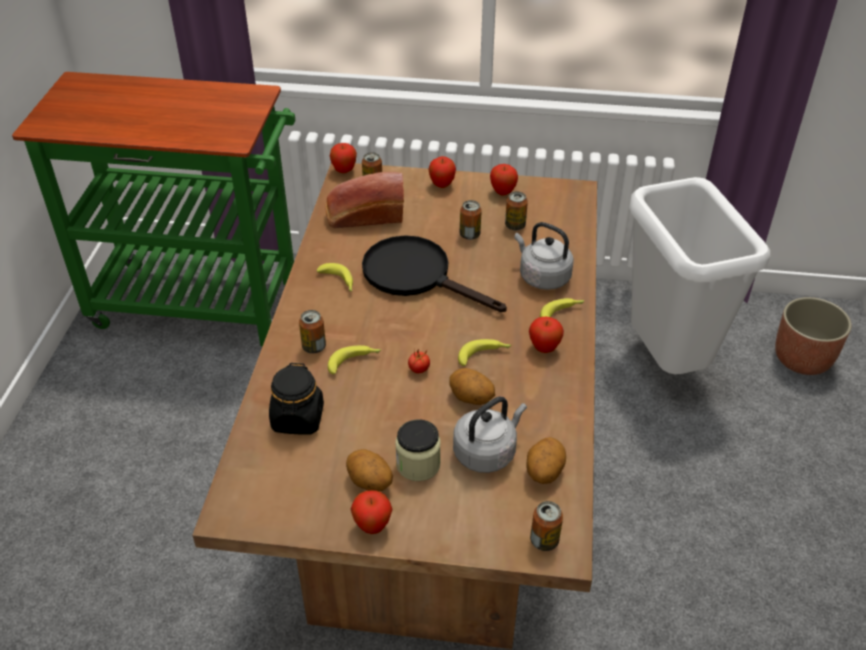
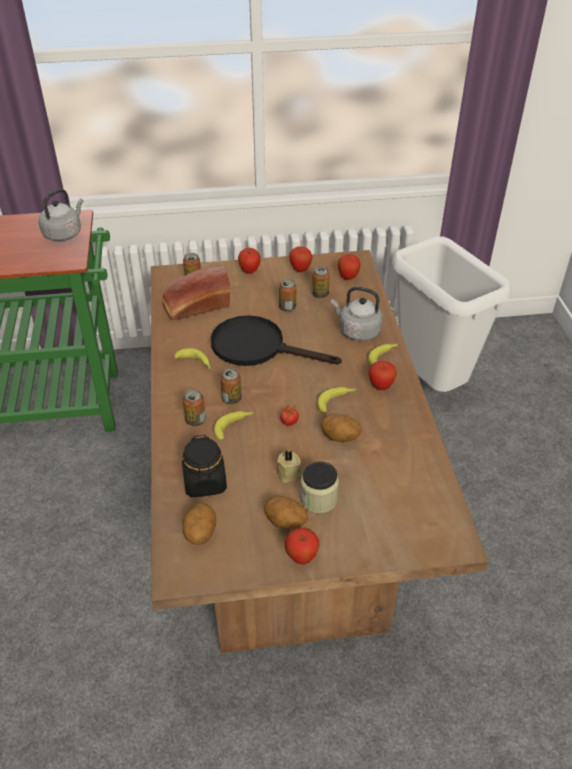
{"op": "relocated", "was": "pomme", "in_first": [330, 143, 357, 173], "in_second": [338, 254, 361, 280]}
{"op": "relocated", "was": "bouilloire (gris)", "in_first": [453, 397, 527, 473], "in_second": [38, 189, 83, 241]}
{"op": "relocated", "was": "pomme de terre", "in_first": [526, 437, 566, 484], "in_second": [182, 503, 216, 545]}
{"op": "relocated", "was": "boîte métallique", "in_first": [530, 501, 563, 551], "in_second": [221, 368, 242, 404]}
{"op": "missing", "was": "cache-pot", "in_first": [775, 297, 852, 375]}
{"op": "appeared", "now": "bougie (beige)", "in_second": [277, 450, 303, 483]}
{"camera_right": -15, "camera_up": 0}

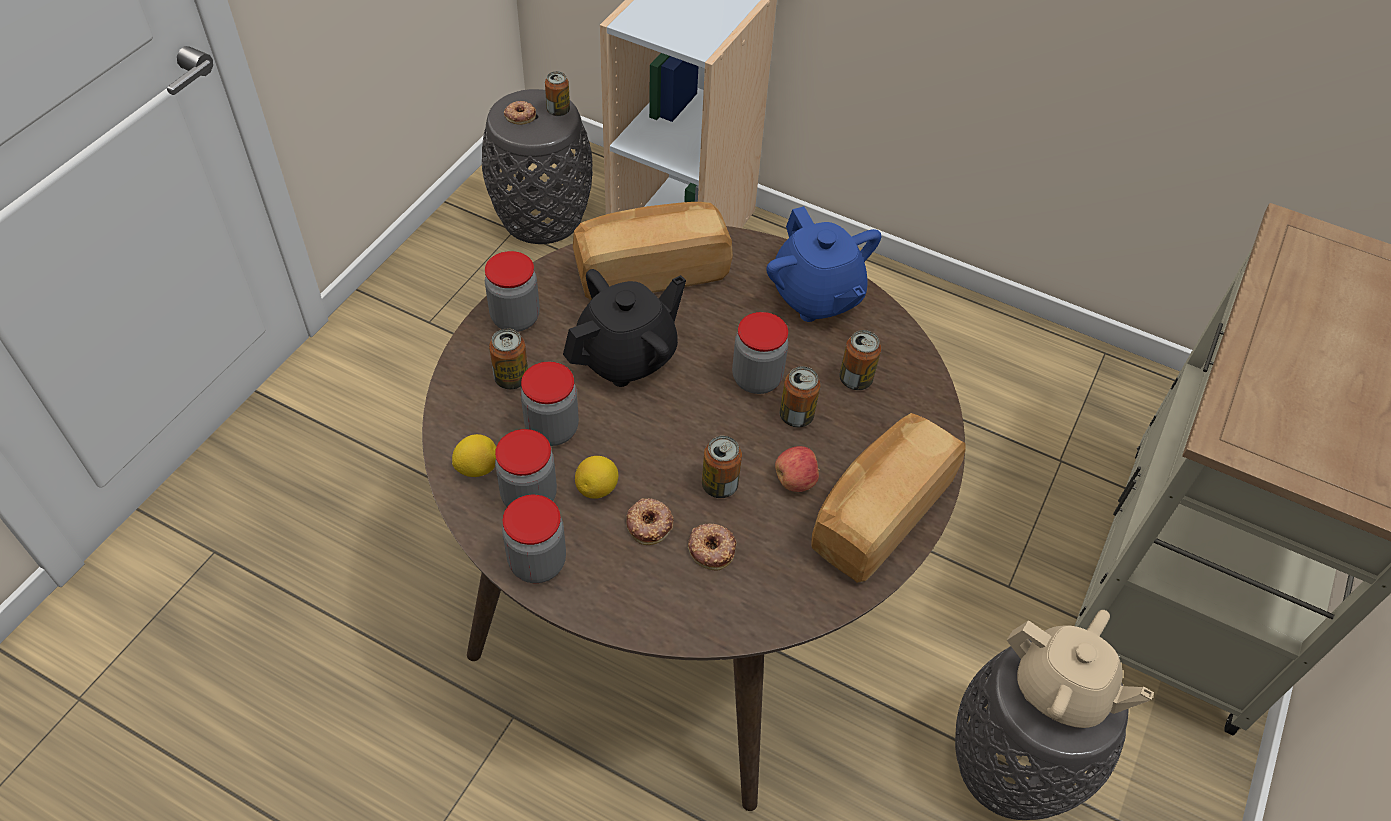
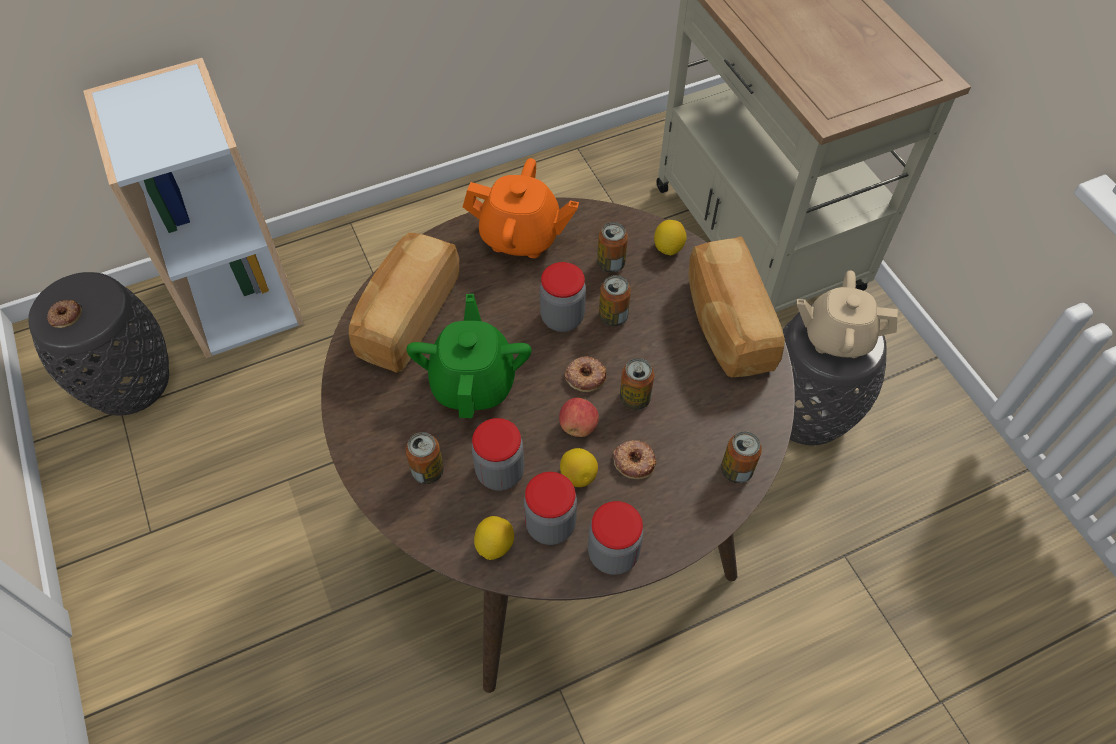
{"op": "missing", "was": "bocal", "in_first": [485, 251, 540, 332]}
{"op": "relocated", "was": "boîte métallique", "in_first": [545, 71, 570, 116], "in_second": [721, 431, 762, 483]}
{"op": "colour", "was": "théière (noir)", "now": "théière (vert)", "in_first": [563, 269, 686, 387], "in_second": [406, 294, 532, 418]}
{"op": "relocated", "was": "beignet", "in_first": [688, 523, 737, 570], "in_second": [565, 356, 606, 392]}
{"op": "colour", "was": "théière (bleu)", "now": "théière (orange)", "in_first": [766, 206, 882, 322], "in_second": [463, 158, 579, 258]}
{"op": "relocated", "was": "pomme", "in_first": [775, 446, 820, 492], "in_second": [559, 397, 599, 437]}
{"op": "spun", "was": "théière (beige)", "in_first": [1007, 610, 1154, 728], "in_second": [797, 270, 898, 358], "clockwise": -150}
{"op": "appeared", "now": "citron", "in_second": [654, 220, 687, 255]}
{"camera_right": -50, "camera_up": 5}

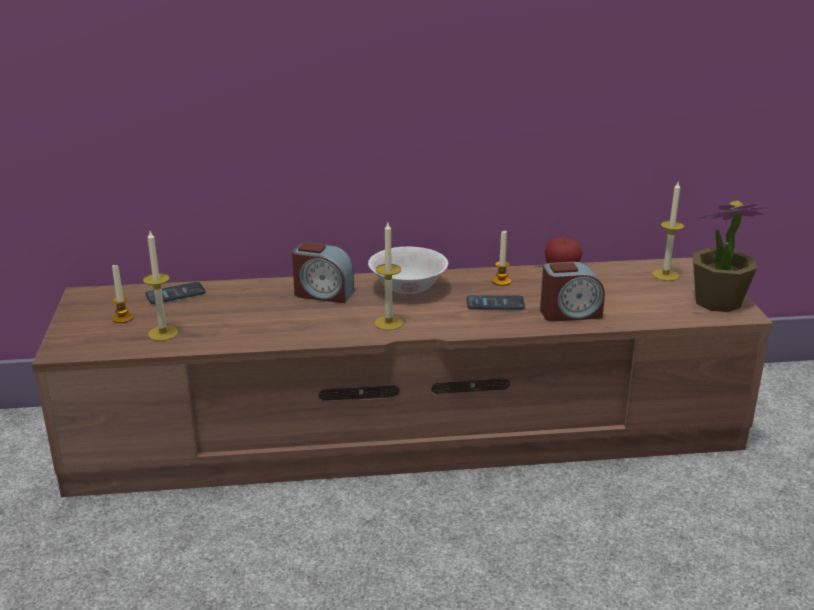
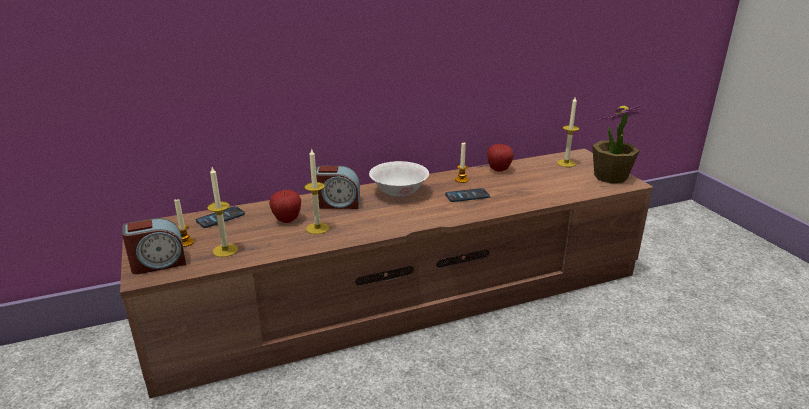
{"op": "relocated", "was": "bougie", "in_first": [374, 222, 403, 330], "in_second": [304, 149, 329, 234]}
{"op": "relocated", "was": "réveil", "in_first": [540, 262, 605, 321], "in_second": [122, 218, 186, 274]}
{"op": "appeared", "now": "pomme", "in_second": [269, 190, 301, 223]}
{"camera_right": -15, "camera_up": 0}

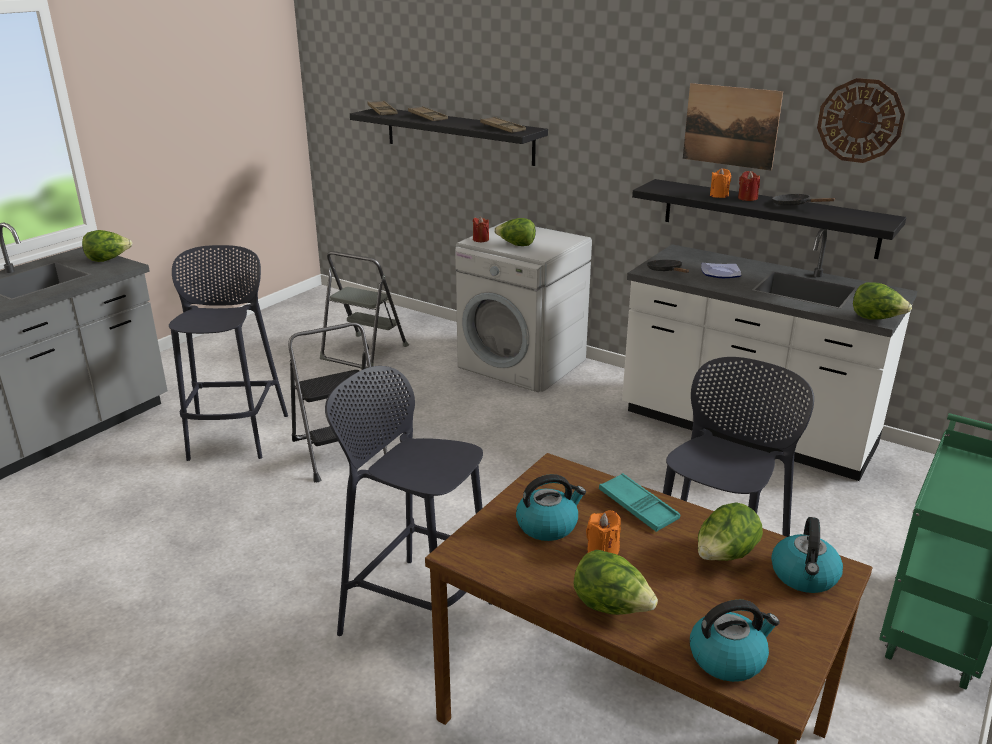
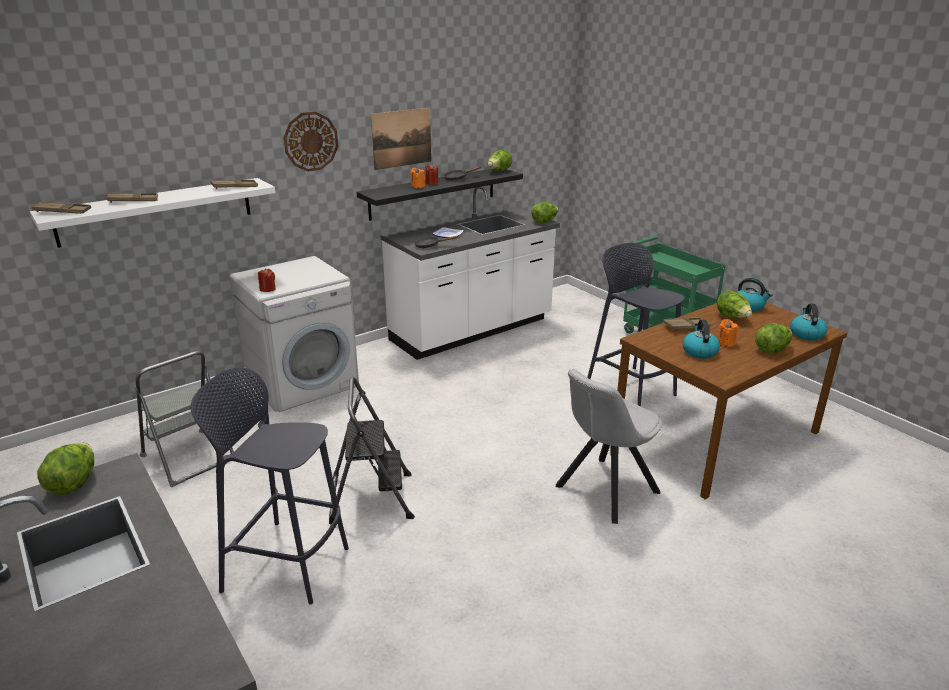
{"op": "exchanged", "was": "tabouret (gris)", "now": "chaise (gris)", "in_first": [325, 366, 492, 636], "in_second": [556, 369, 662, 524]}
{"op": "colour", "was": "étagère (noir)", "now": "étagère (blanc)", "in_first": [350, 109, 548, 166], "in_second": [30, 178, 275, 248]}
{"op": "relocated", "was": "laitue", "in_first": [494, 218, 536, 246], "in_second": [488, 150, 512, 171]}
{"op": "colour", "was": "plateau (turquoise)", "now": "plateau (marron)", "in_first": [599, 473, 680, 532], "in_second": [663, 317, 711, 331]}
{"op": "relocated", "was": "horloge murale", "in_first": [817, 78, 905, 163], "in_second": [284, 112, 338, 172]}
{"camera_right": -70, "camera_up": 0}

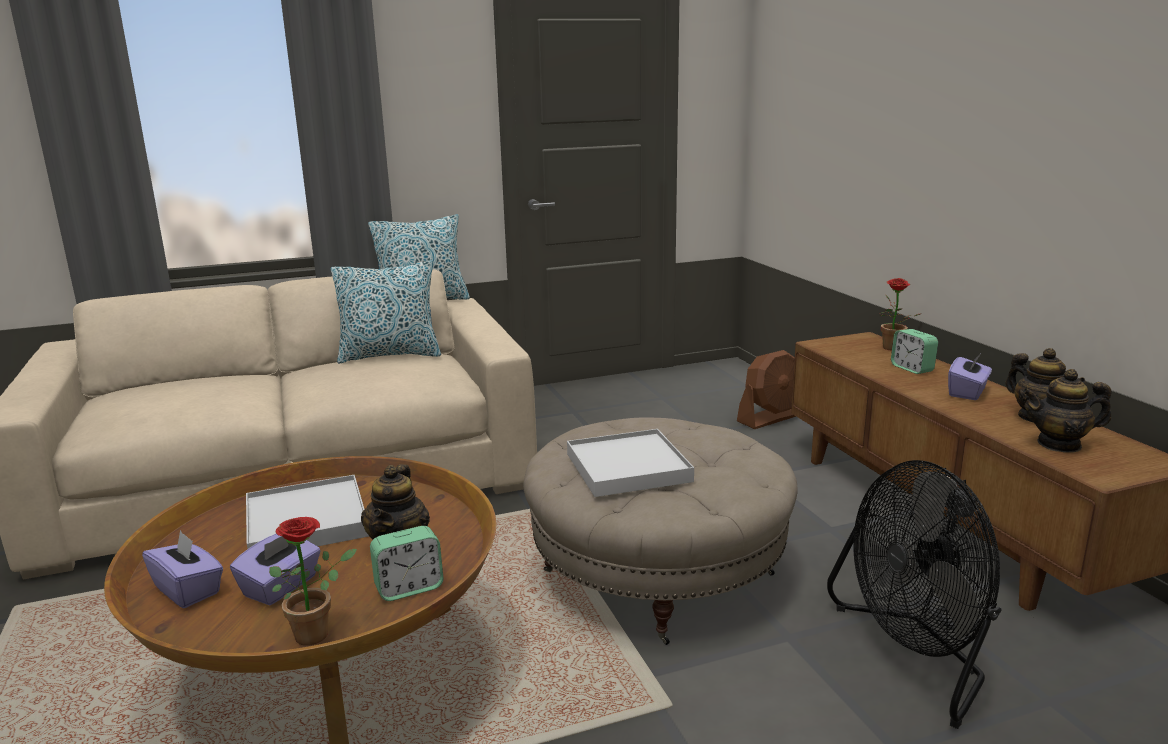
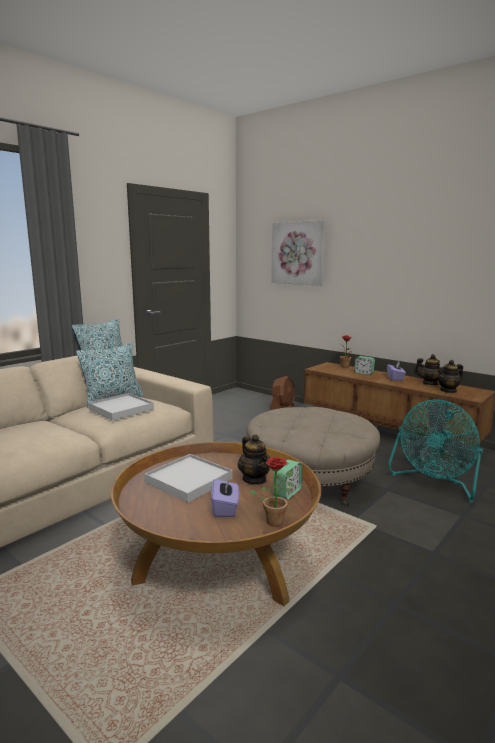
{"op": "missing", "was": "boîte à mouchoirs (violet)", "in_first": [142, 530, 223, 608]}
{"op": "relocated", "was": "plateau (blanc)", "in_first": [567, 429, 694, 497], "in_second": [88, 393, 154, 421]}
{"op": "colour", "was": "ventilateur (noir)", "now": "ventilateur (turquoise)", "in_first": [827, 460, 1001, 729], "in_second": [388, 399, 483, 503]}
{"op": "appeared", "now": "tableau", "in_second": [271, 220, 326, 286]}
{"camera_right": -30, "camera_up": -5}

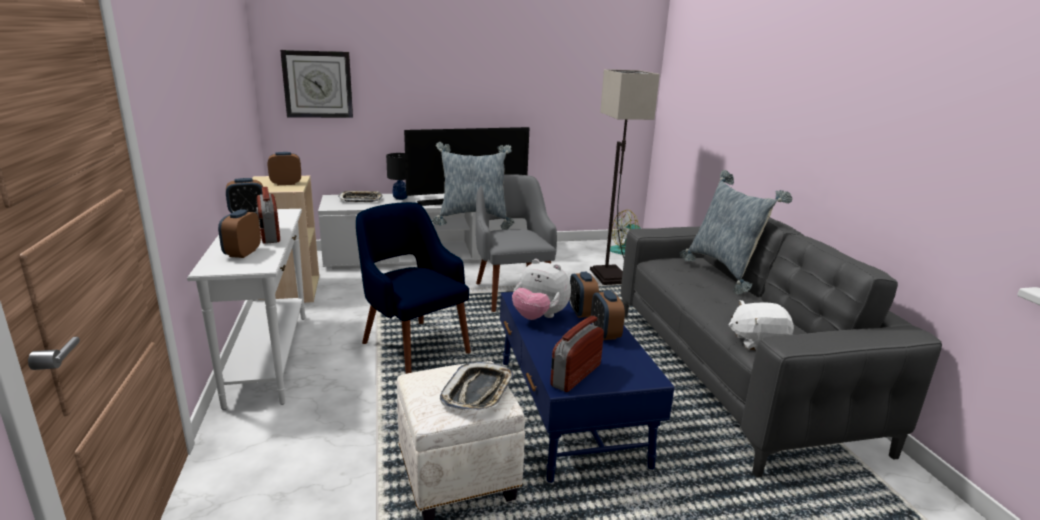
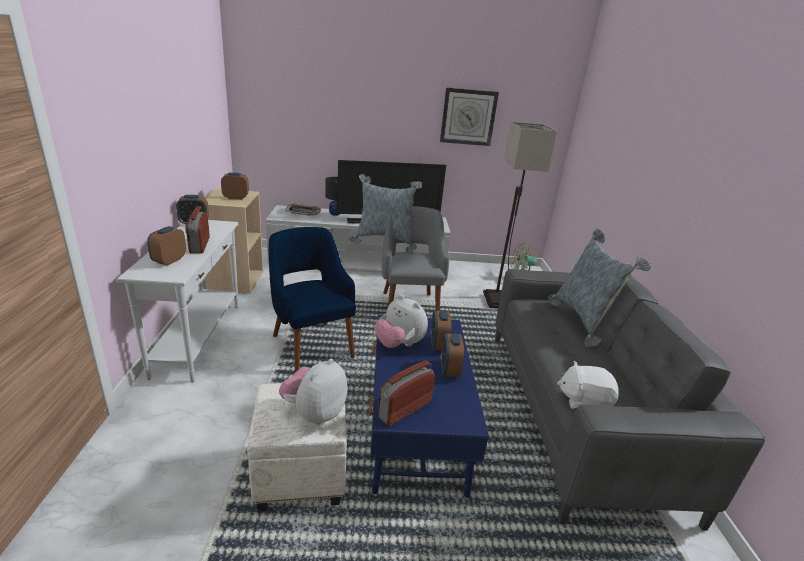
{"op": "relocated", "was": "horloge murale", "in_first": [280, 50, 353, 118], "in_second": [440, 87, 499, 146]}
{"op": "exchanged", "was": "plateau", "now": "peluche", "in_first": [440, 362, 514, 411], "in_second": [279, 359, 347, 425]}
{"camera_right": 10, "camera_up": 5}

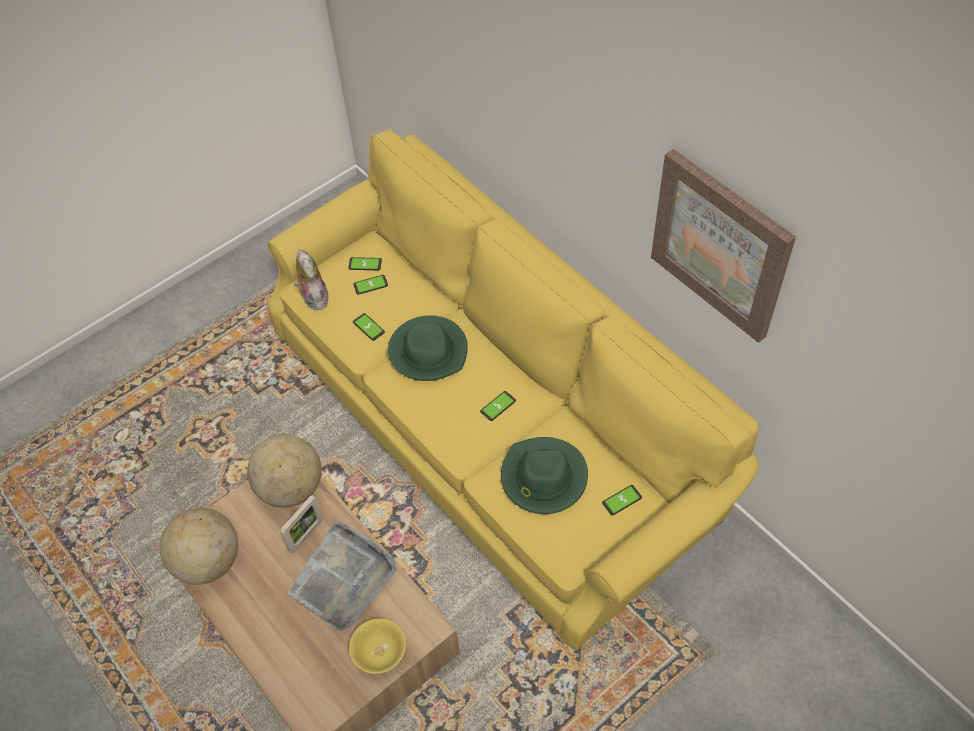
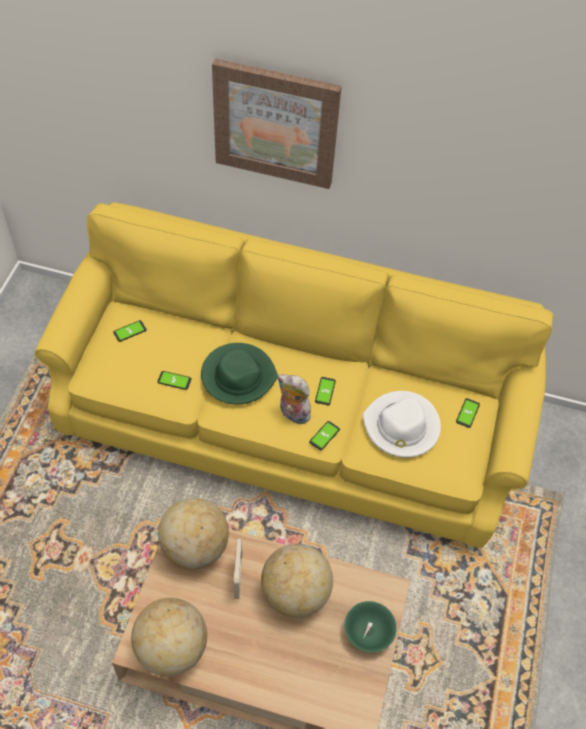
{"op": "exchanged", "was": "plateau (gris)", "now": "globe", "in_first": [287, 520, 396, 631], "in_second": [261, 544, 333, 618]}
{"op": "relocated", "was": "peluche", "in_first": [294, 249, 329, 310], "in_second": [278, 374, 311, 424]}
{"op": "colour", "was": "bol (jaune)", "now": "bol (vert)", "in_first": [349, 618, 406, 674], "in_second": [345, 601, 397, 653]}
{"op": "relocated", "was": "téléphone", "in_first": [353, 275, 388, 295], "in_second": [309, 421, 340, 450]}
{"op": "colour", "was": "chapeau (vert)", "now": "chapeau (blanc)", "in_first": [501, 437, 588, 514], "in_second": [363, 391, 441, 458]}
{"op": "relocated", "was": "tableau", "in_first": [651, 149, 796, 343], "in_second": [212, 59, 342, 189]}
{"camera_right": -40, "camera_up": 0}

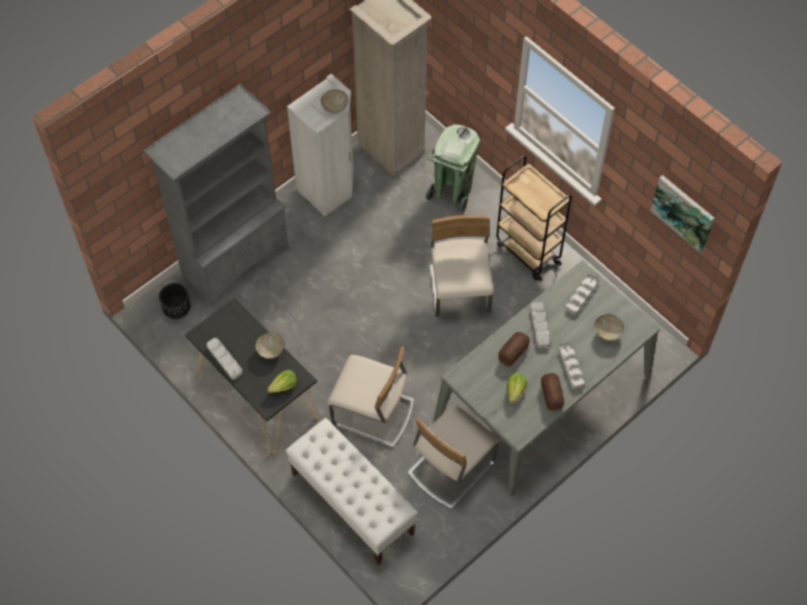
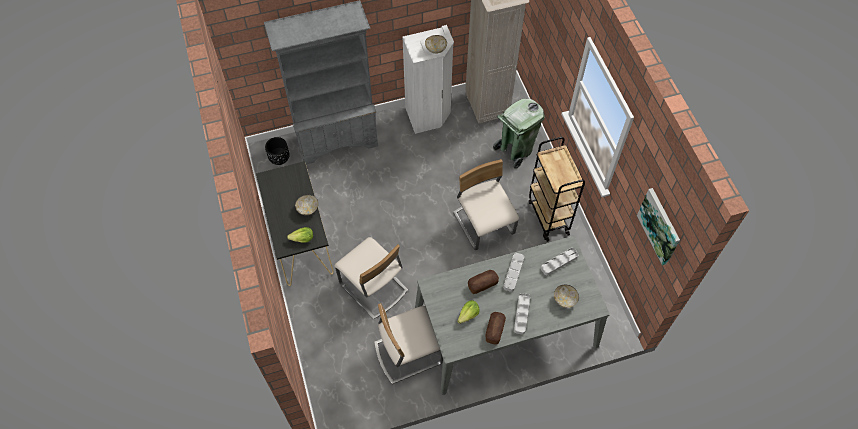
{"op": "missing", "was": "plateau (gris)", "in_first": [207, 338, 243, 380]}
{"op": "missing", "was": "banc (blanc)", "in_first": [285, 418, 418, 565]}
{"op": "spun", "was": "chaise (beige)", "in_first": [429, 215, 493, 317], "in_second": [453, 159, 519, 250], "clockwise": -45}
{"camera_right": 25, "camera_up": 0}

